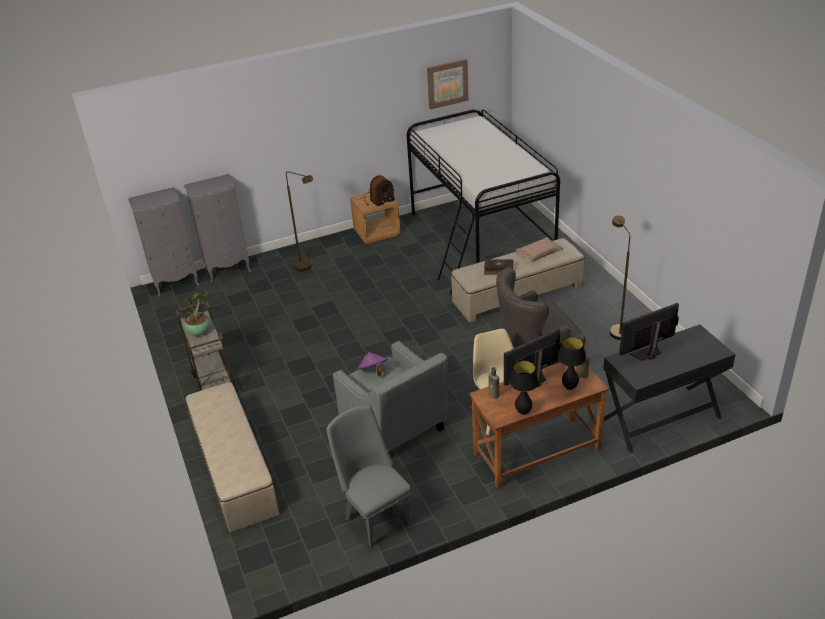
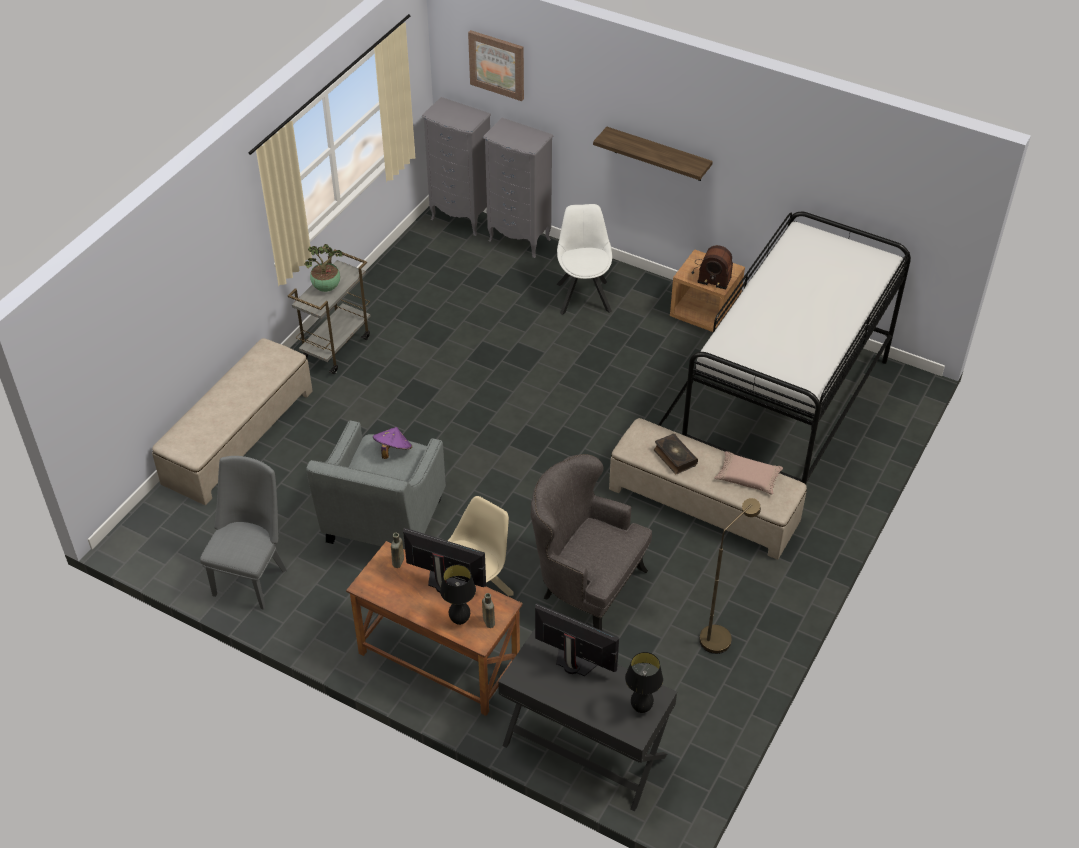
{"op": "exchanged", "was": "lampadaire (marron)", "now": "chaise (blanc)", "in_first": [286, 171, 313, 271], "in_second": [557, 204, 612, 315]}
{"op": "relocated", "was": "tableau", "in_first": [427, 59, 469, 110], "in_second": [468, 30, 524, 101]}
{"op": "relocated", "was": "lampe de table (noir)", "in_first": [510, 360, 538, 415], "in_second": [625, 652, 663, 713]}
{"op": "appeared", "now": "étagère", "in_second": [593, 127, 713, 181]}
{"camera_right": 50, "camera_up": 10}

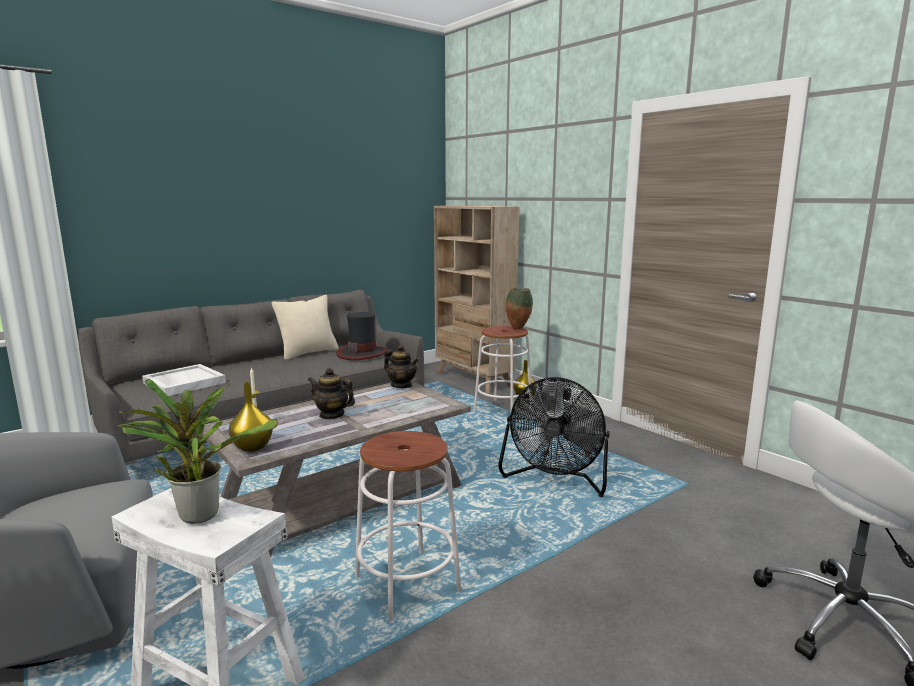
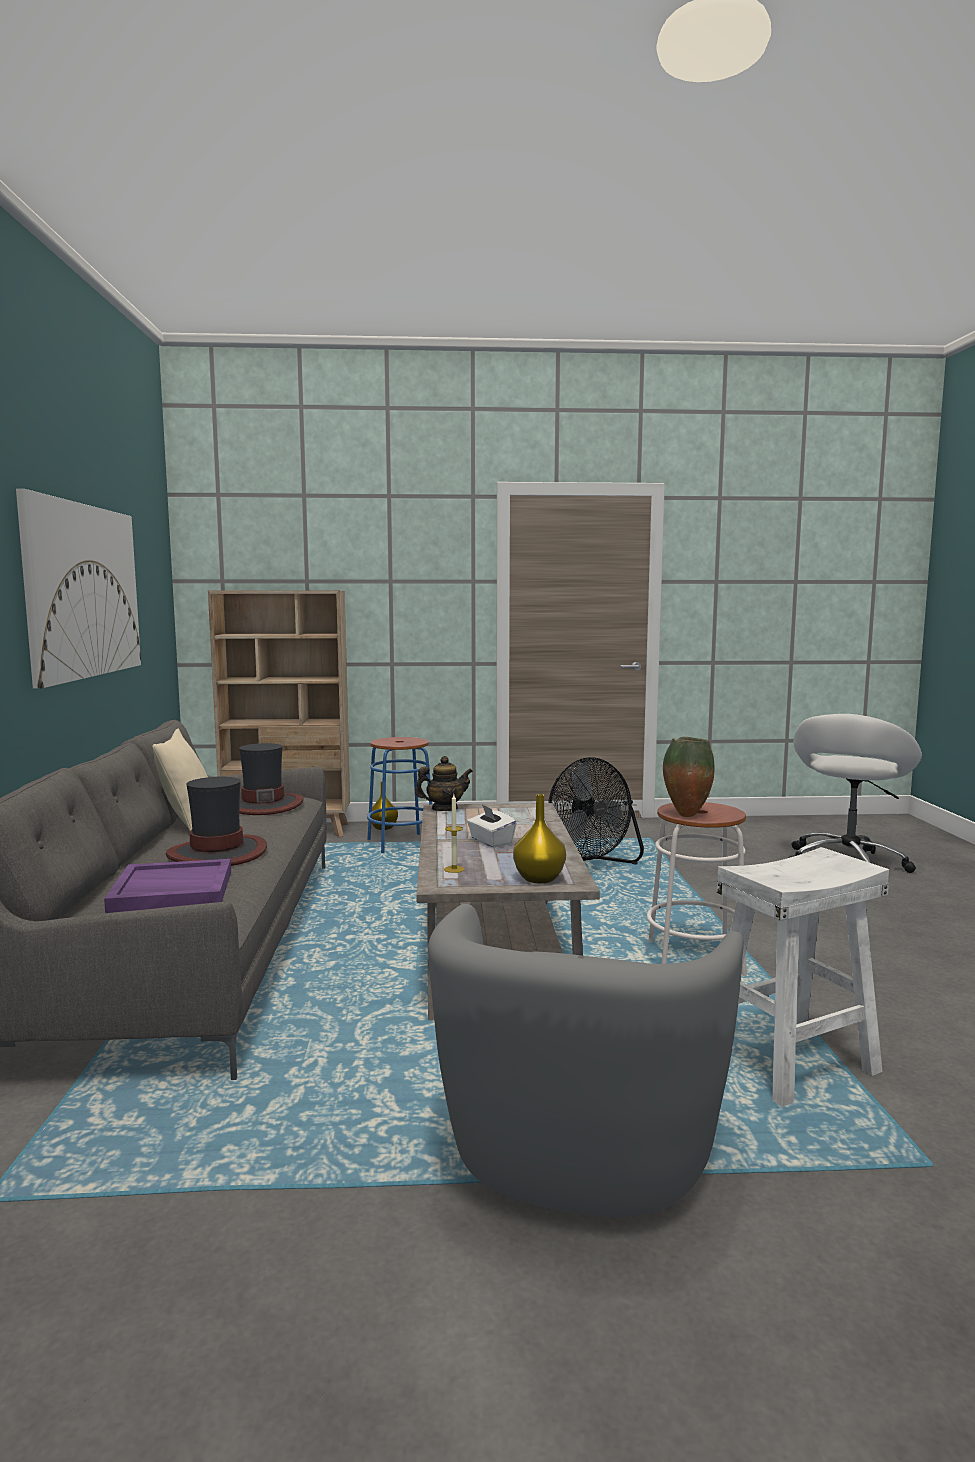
{"op": "missing", "was": "plante en pot", "in_first": [119, 379, 278, 524]}
{"op": "colour", "was": "plateau (blanc)", "now": "plateau (violet)", "in_first": [142, 364, 226, 396], "in_second": [104, 859, 231, 913]}
{"op": "exchanged", "was": "théière", "now": "boîte à mouchoirs (blanc)", "in_first": [308, 368, 355, 420], "in_second": [467, 804, 516, 848]}
{"op": "colour", "was": "tabouret (blanc)", "now": "tabouret (bleu)", "in_first": [473, 326, 532, 421], "in_second": [367, 737, 433, 853]}
{"op": "relocated", "was": "vase", "in_first": [506, 287, 533, 330], "in_second": [663, 737, 714, 817]}
{"op": "appeared", "now": "tableau", "in_second": [16, 489, 141, 689]}
{"op": "appeared", "now": "chapeau", "in_second": [166, 776, 267, 866]}
{"camera_right": -55, "camera_up": -5}

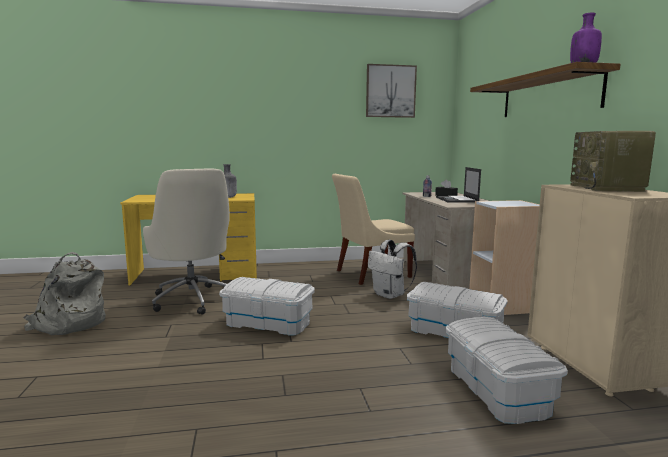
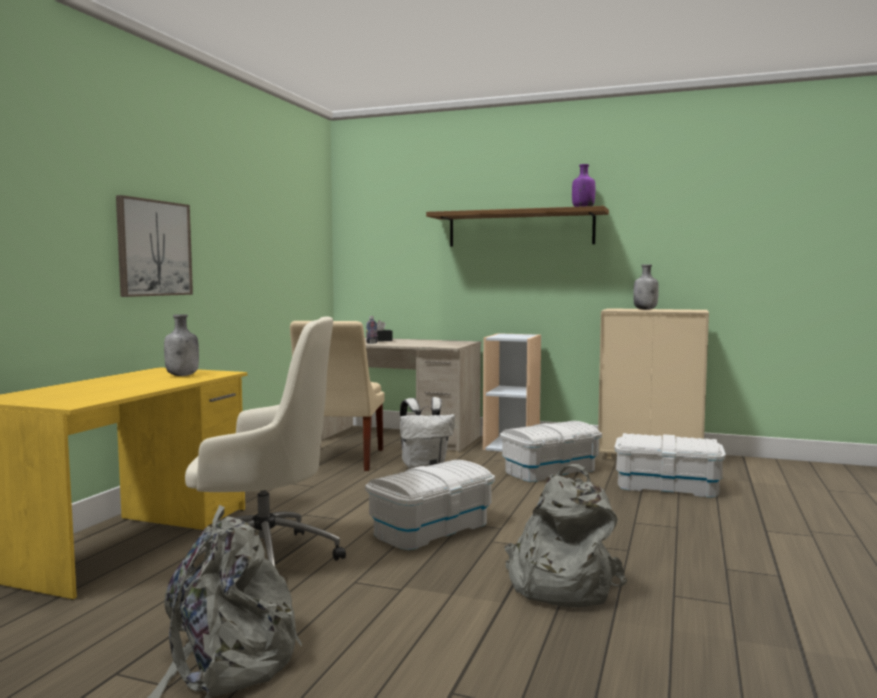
{"op": "relocated", "was": "tableau", "in_first": [366, 64, 417, 118], "in_second": [116, 195, 193, 297]}
{"op": "missing", "was": "ordinateur portable", "in_first": [436, 167, 481, 202]}
{"op": "exchanged", "was": "radio", "now": "bouteille (gris)", "in_first": [570, 131, 656, 192], "in_second": [633, 264, 659, 310]}
{"op": "appeared", "now": "sac à dos (gris)", "in_second": [504, 464, 627, 607]}
{"camera_right": -60, "camera_up": -5}

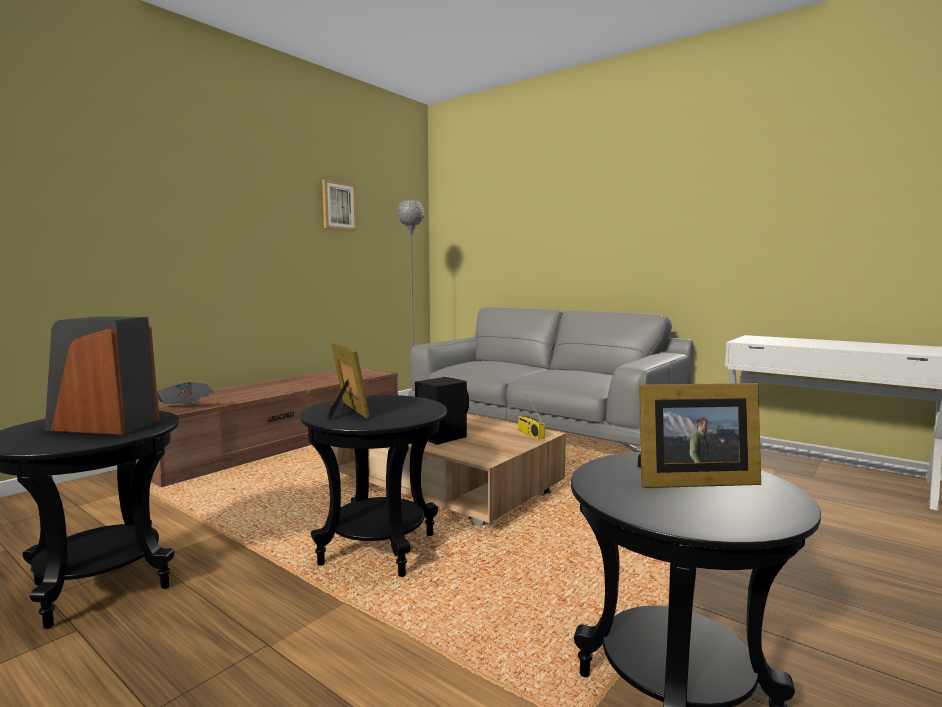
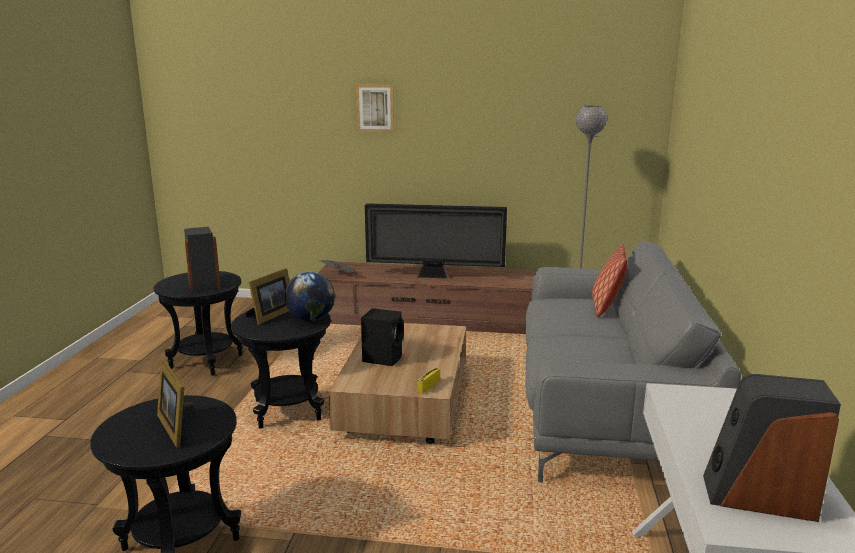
{"op": "relocated", "was": "tableau", "in_first": [322, 179, 357, 231], "in_second": [356, 85, 394, 132]}
{"op": "appeared", "now": "globe", "in_second": [285, 272, 335, 321]}
{"op": "appeared", "now": "téléviseur", "in_second": [365, 203, 507, 279]}
{"op": "appeared", "now": "coussin", "in_second": [592, 244, 627, 317]}
{"op": "appeared", "now": "enceinte", "in_second": [703, 374, 841, 522]}
{"camera_right": 60, "camera_up": 10}

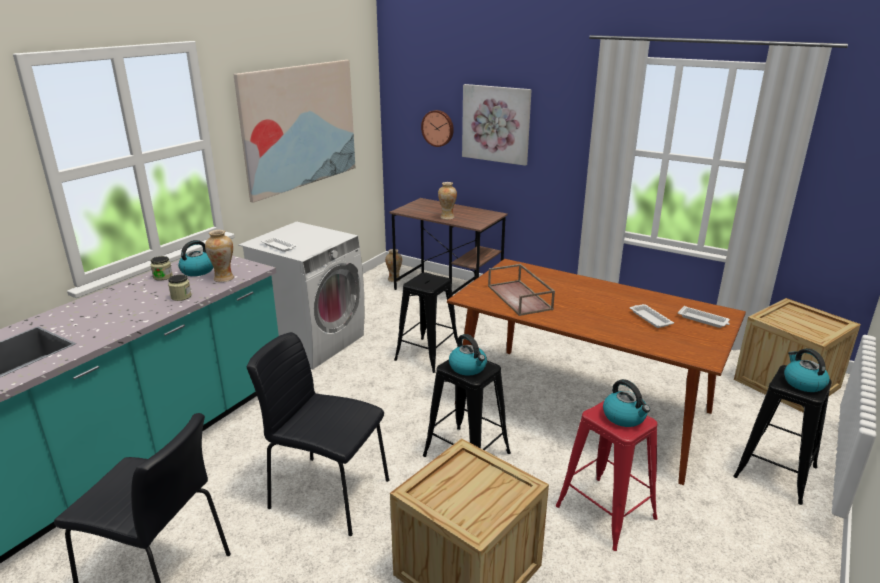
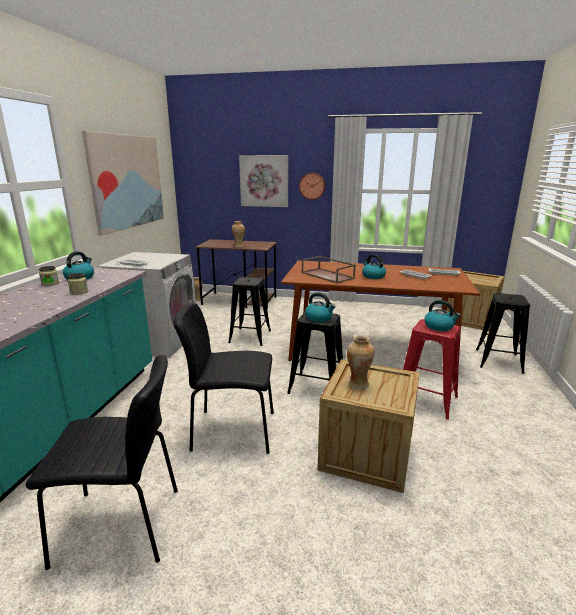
{"op": "relocated", "was": "vase", "in_first": [205, 230, 234, 282], "in_second": [347, 335, 375, 389]}
{"op": "relocated", "was": "horloge murale", "in_first": [421, 110, 454, 147], "in_second": [299, 173, 325, 200]}
{"op": "relocated", "was": "bouilloire", "in_first": [784, 348, 830, 392], "in_second": [362, 254, 386, 279]}
{"camera_right": -20, "camera_up": -5}

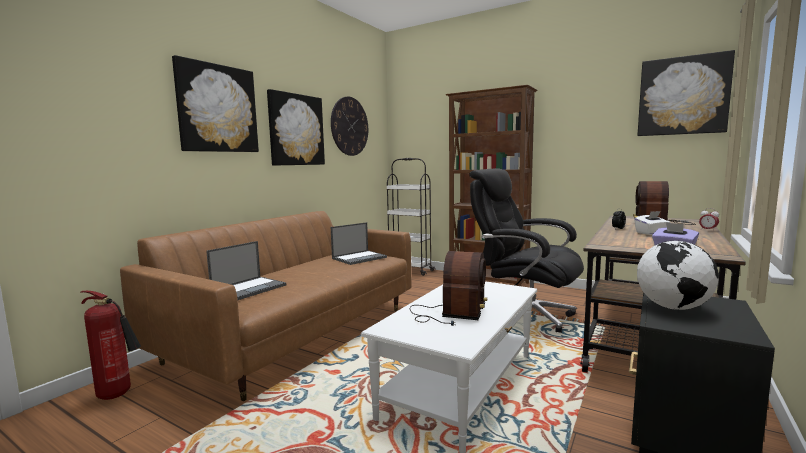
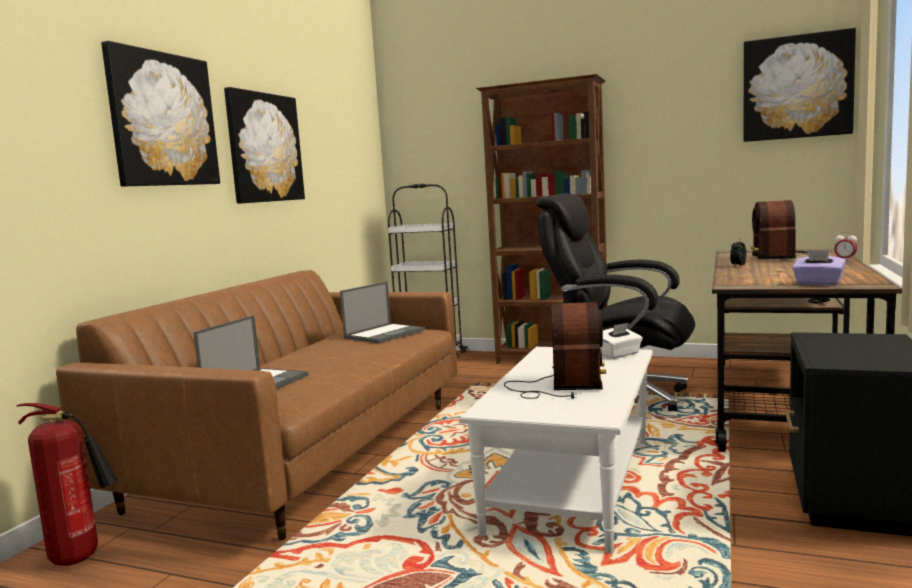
{"op": "missing", "was": "horloge murale", "in_first": [331, 97, 368, 156]}
{"op": "relocated", "was": "boîte à mouchoirs (blanc)", "in_first": [634, 211, 670, 235], "in_second": [600, 322, 643, 359]}
{"op": "missing", "was": "globe", "in_first": [637, 241, 719, 310]}
{"camera_right": -10, "camera_up": 0}

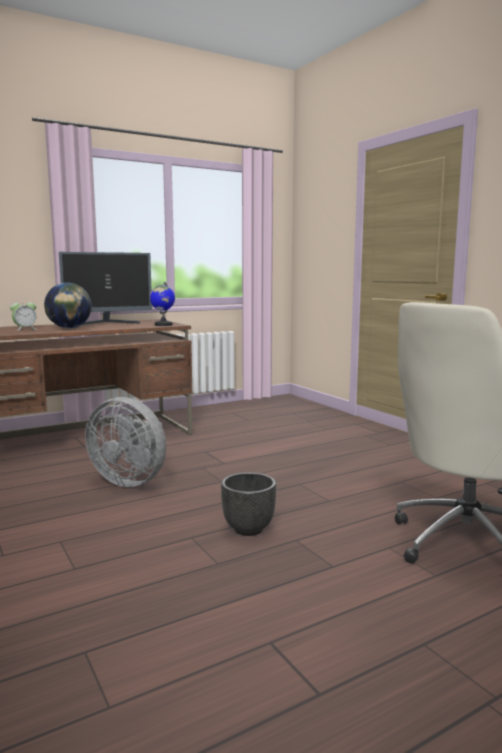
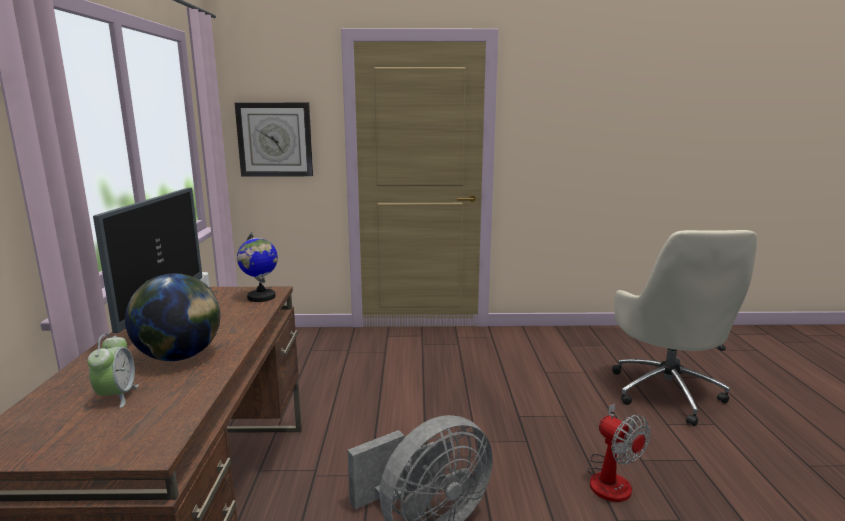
{"op": "exchanged", "was": "cache-pot (noir)", "now": "ventilateur", "in_first": [221, 472, 276, 536], "in_second": [587, 404, 651, 502]}
{"op": "appeared", "now": "horloge murale", "in_second": [235, 103, 313, 177]}
{"camera_right": -60, "camera_up": 5}

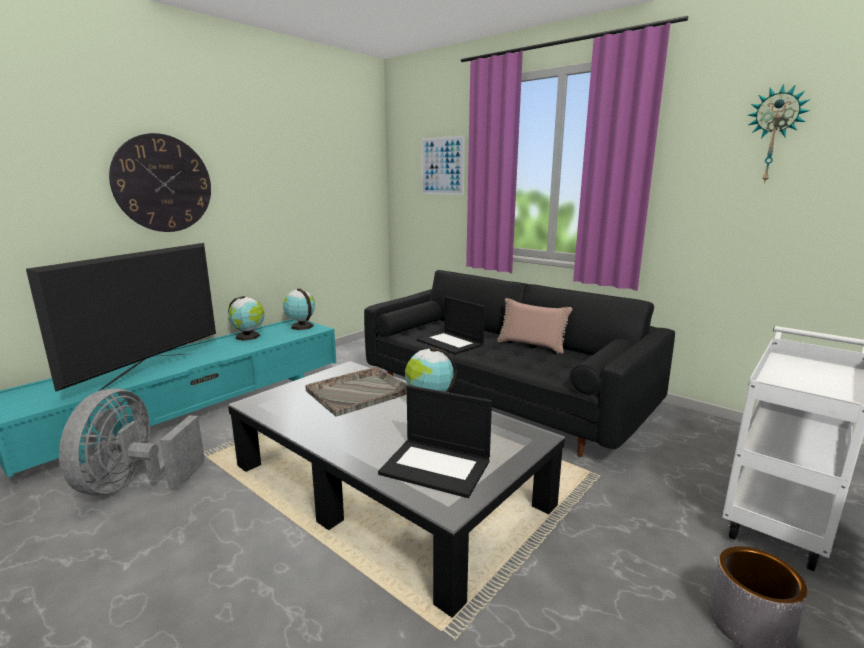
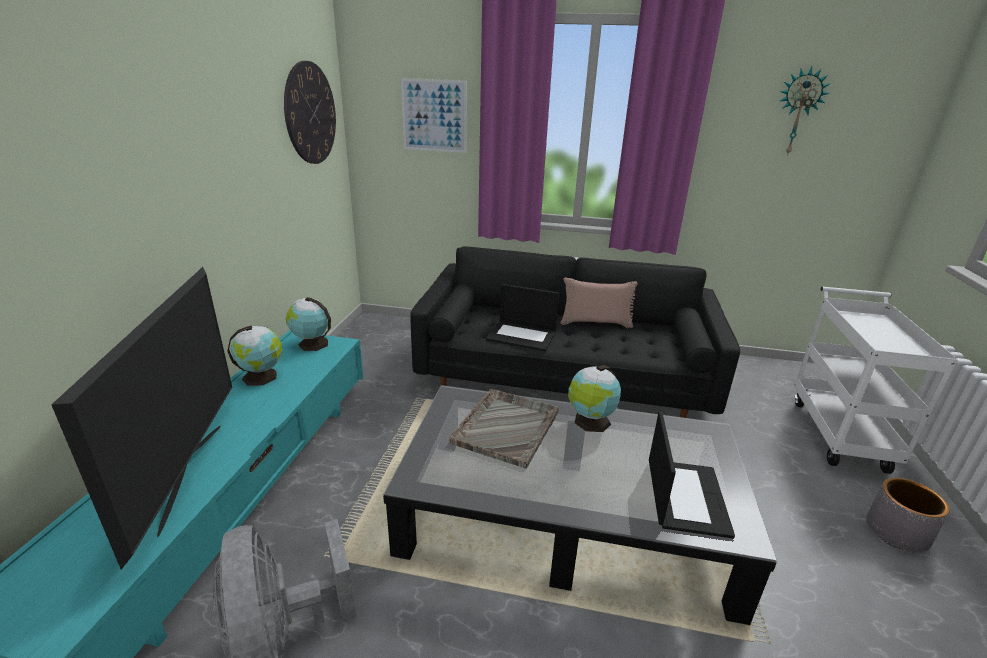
{"op": "relocated", "was": "horloge murale", "in_first": [109, 133, 211, 232], "in_second": [284, 61, 336, 164]}
{"op": "spun", "was": "ordinateur portable", "in_first": [378, 385, 492, 498], "in_second": [649, 412, 735, 539], "clockwise": -75}
{"camera_right": -30, "camera_up": 10}

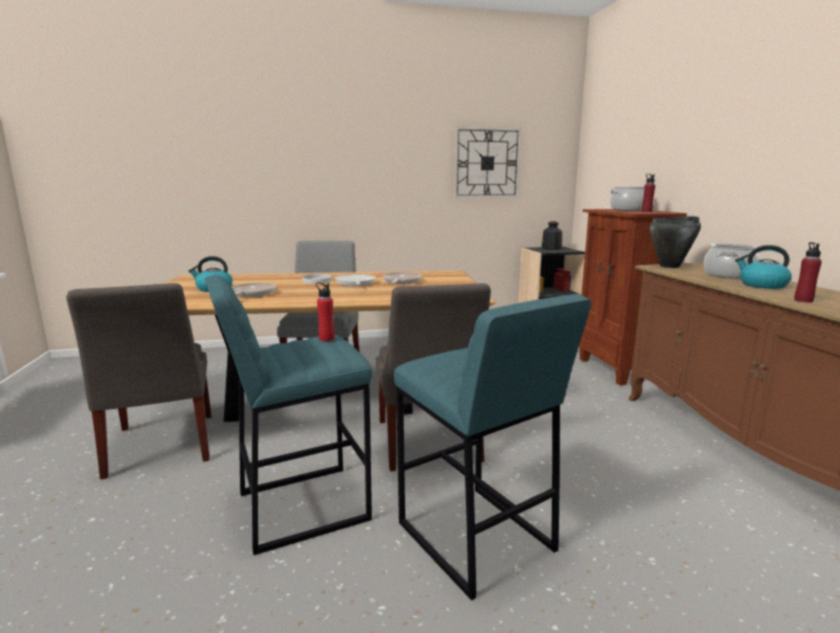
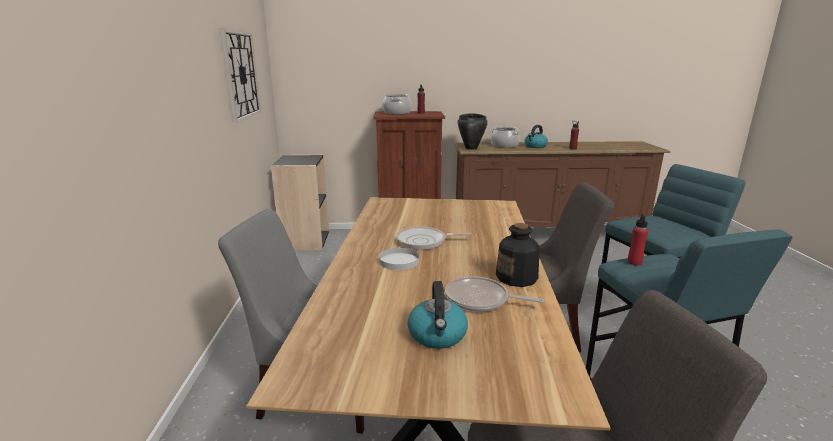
{"op": "missing", "was": "poêle", "in_first": [383, 272, 421, 284]}
{"op": "relocated", "was": "bouteille", "in_first": [542, 221, 562, 250], "in_second": [496, 223, 540, 287]}
{"camera_right": -80, "camera_up": 5}

